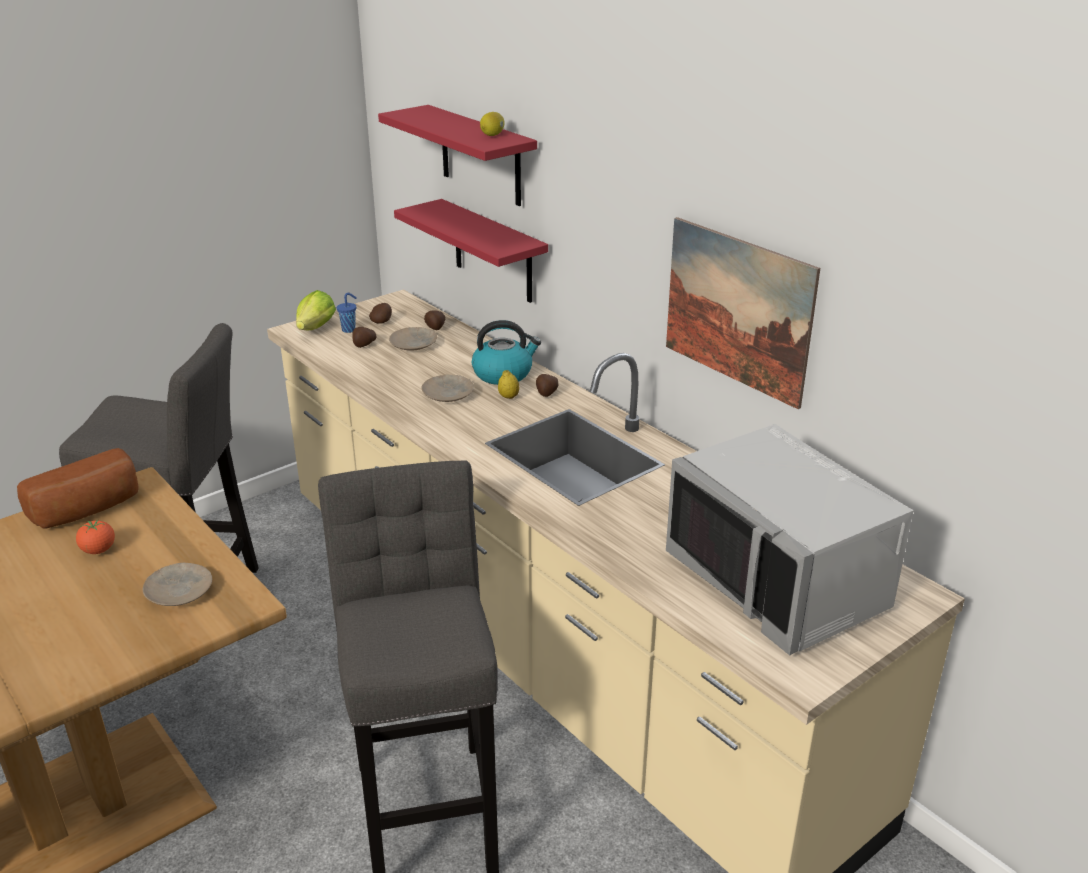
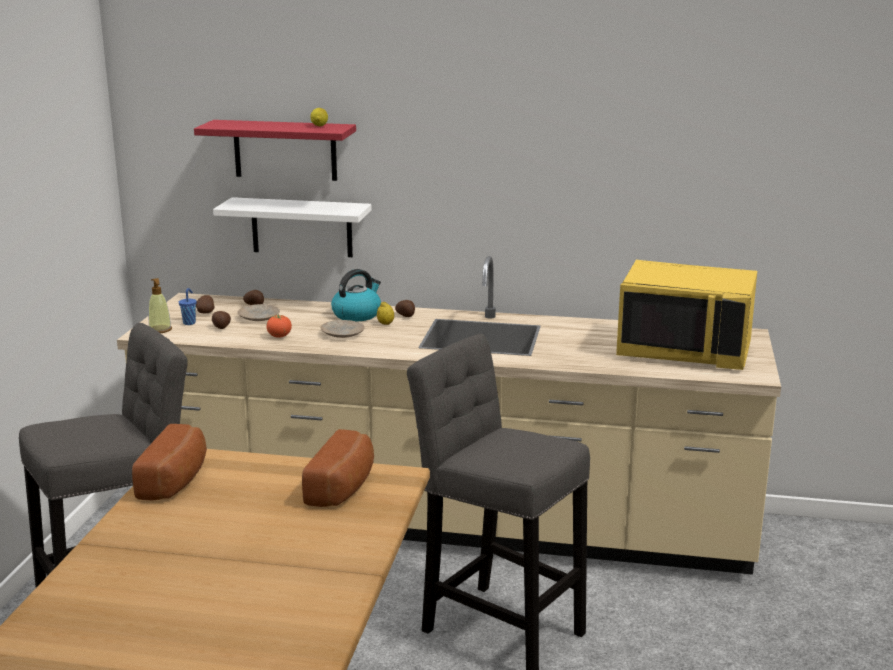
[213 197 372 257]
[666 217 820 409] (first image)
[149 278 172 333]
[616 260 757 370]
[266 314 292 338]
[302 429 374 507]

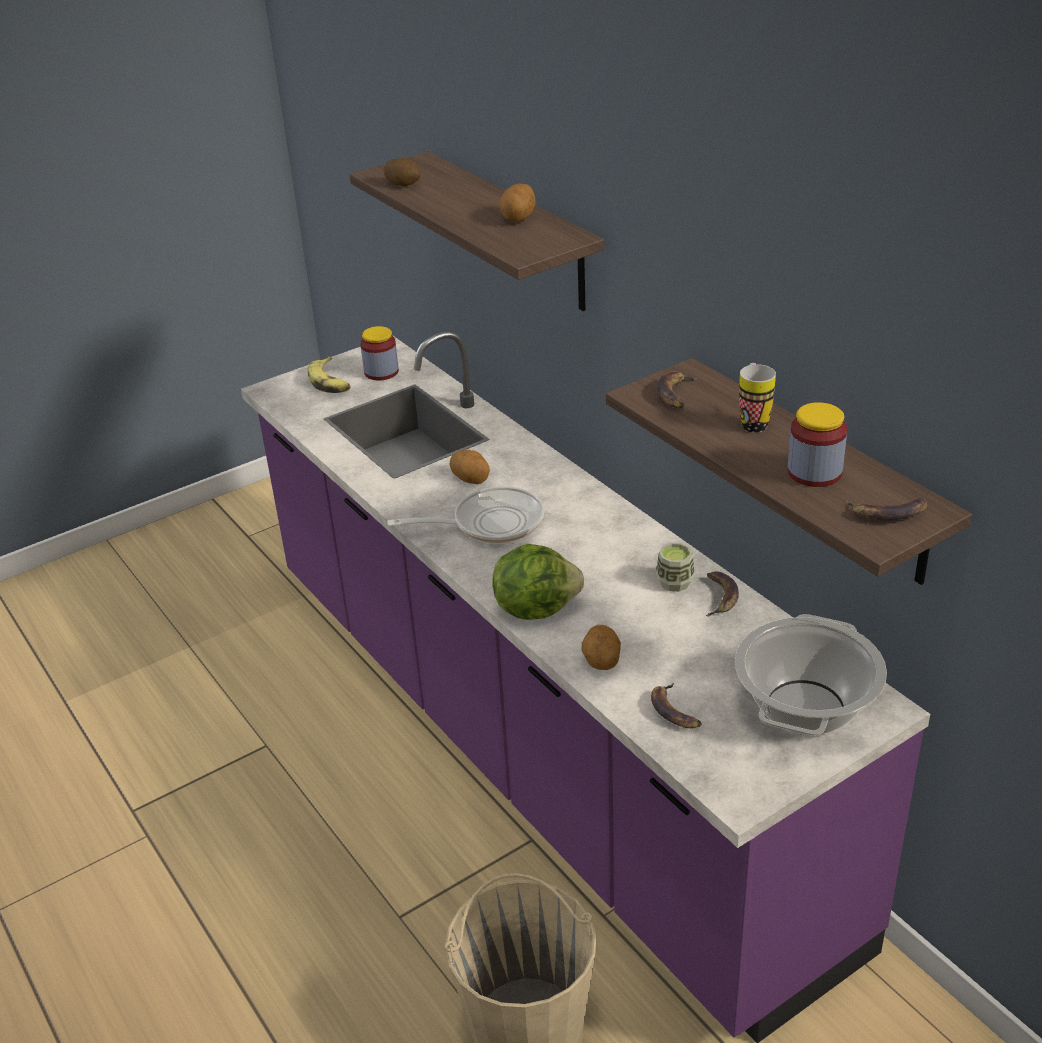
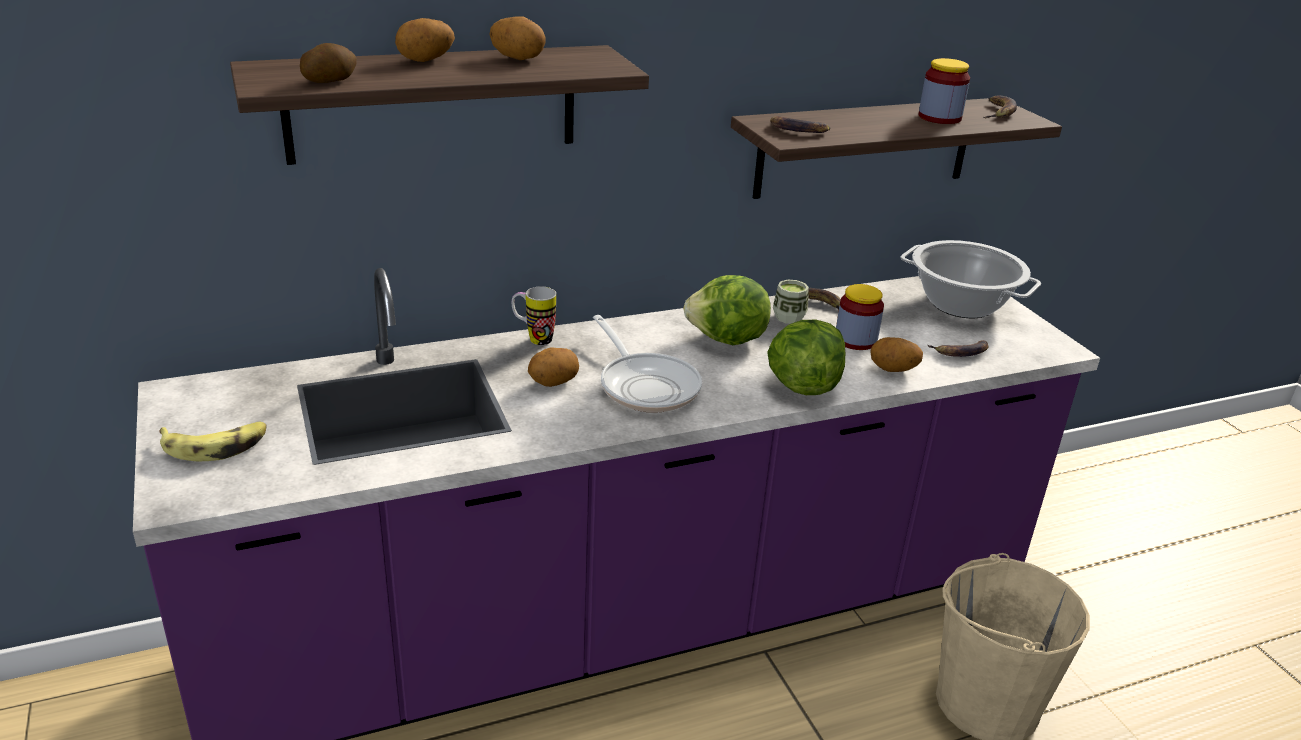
[836 284 884 350]
[512 286 556 345]
[593 315 702 413]
[395 18 455 62]
[683 275 771 345]

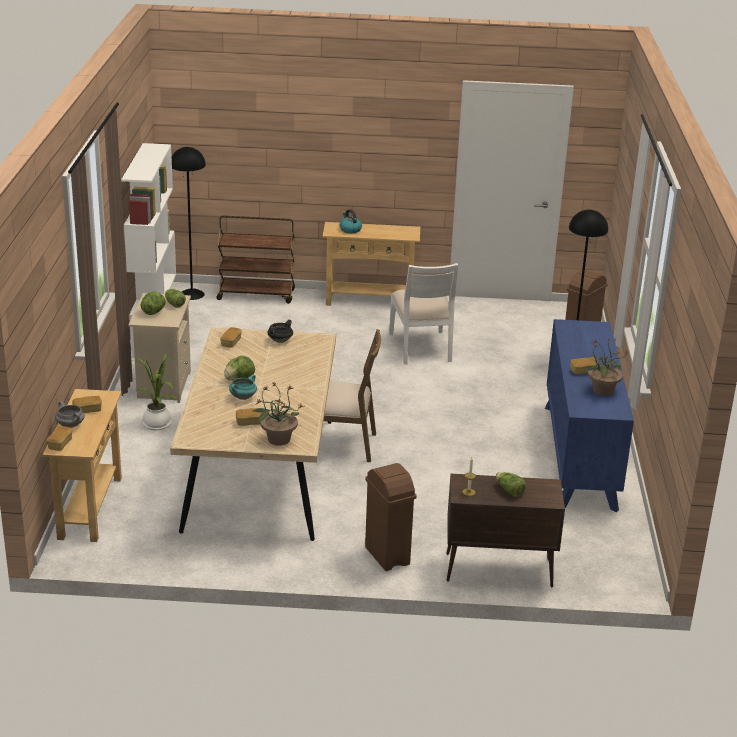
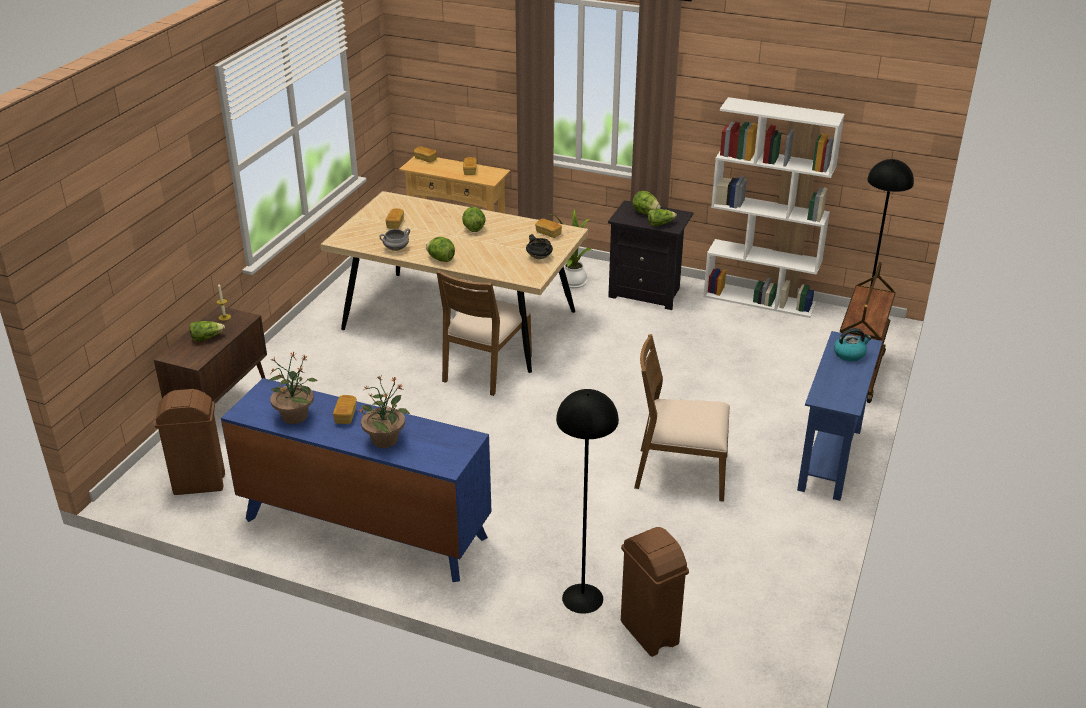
[797 331 882 501]
[634 334 730 502]
[608 200 693 310]
[229 374 257 400] (first image)
[359 376 410 448]
[380 228 410 251]
[155 389 225 495]
[426 237 455 262]

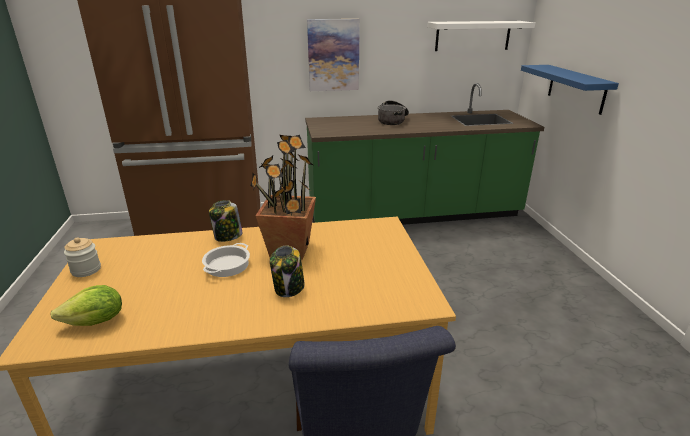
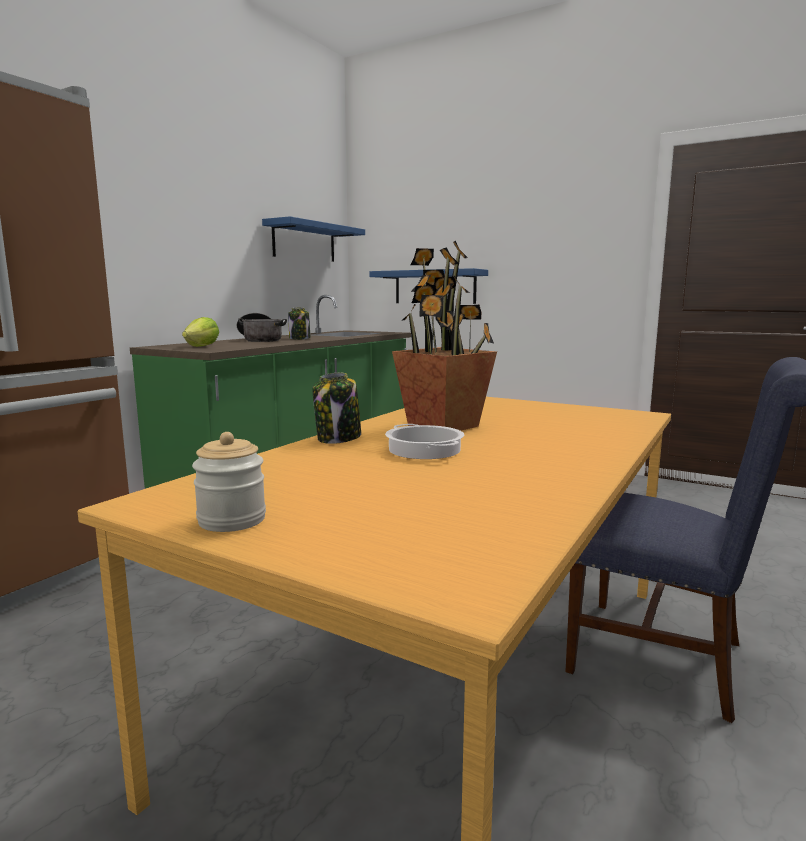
[307 19 360 91] (first image)
[262 216 365 262]
[288 308 310 340]
[182 317 219 347]

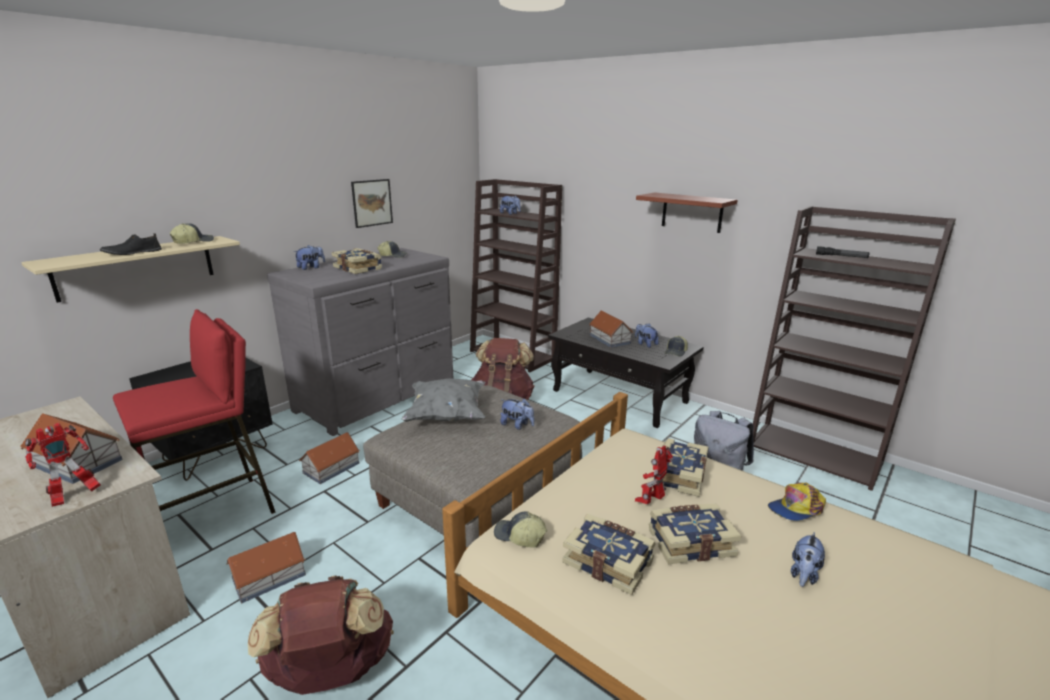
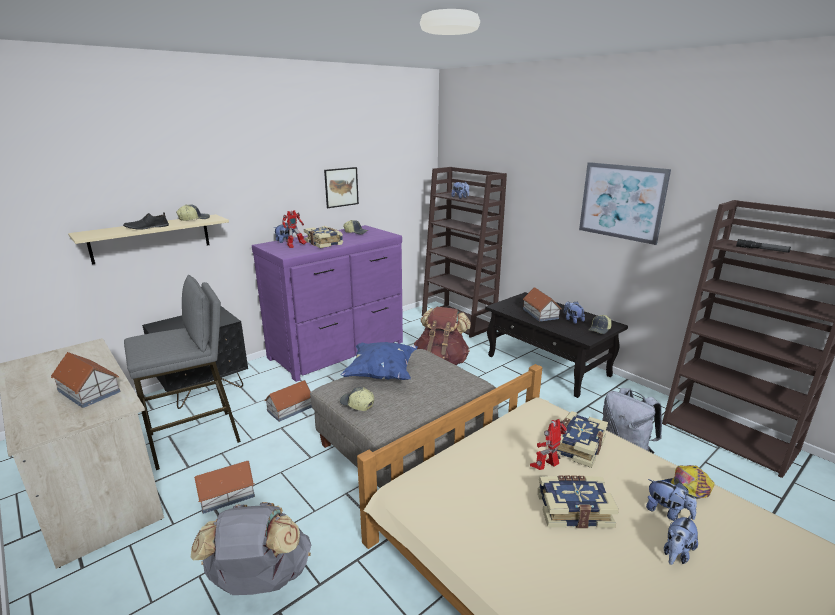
[579 162 671 245]
[252 225 403 382]
[124 275 241 470]
[341 342 418 380]
[646 479 697 521]
[282 210 307 248]
[340 387 374 411]
[562 514 655 595] (first image)
[191 502 311 595]

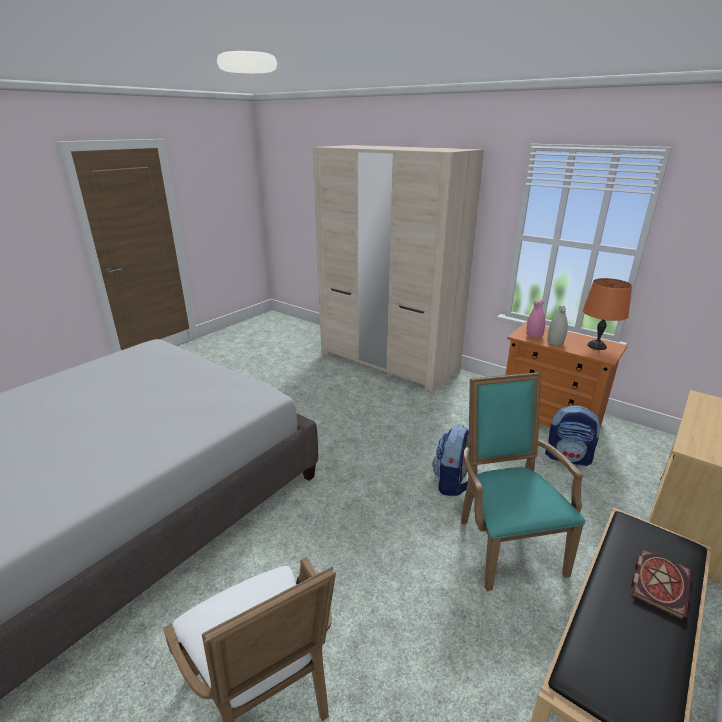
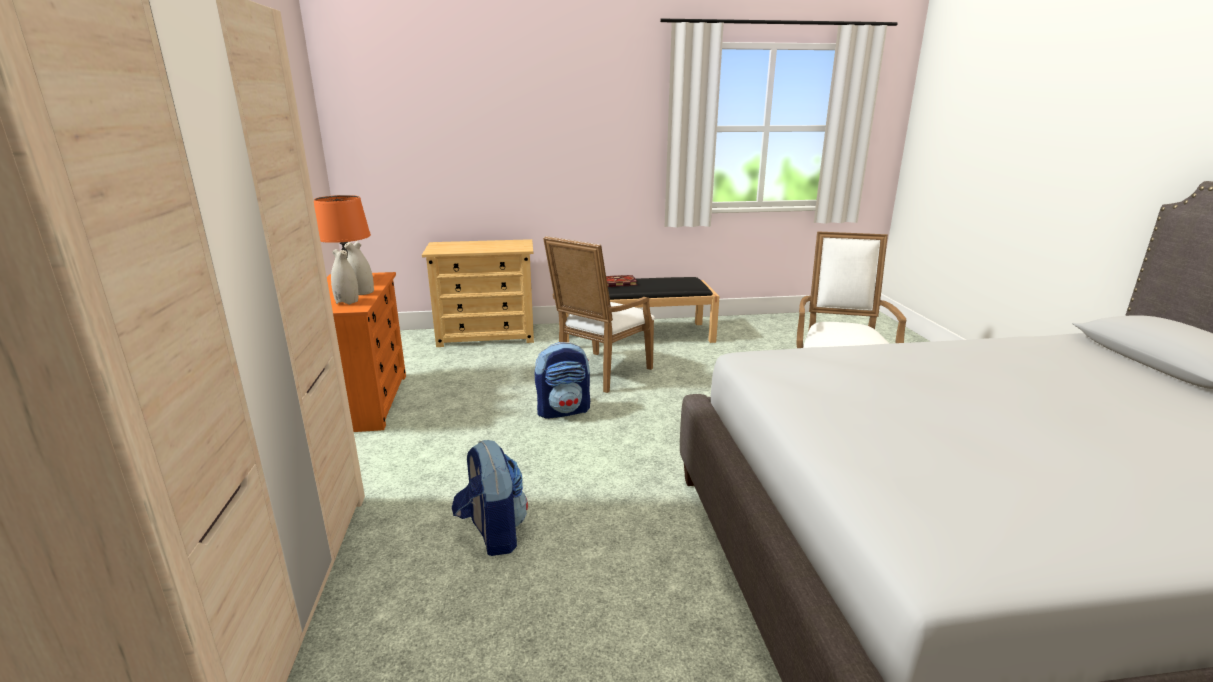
[331 249 358 305]
[543 236 655 393]
[452 440 528 556]

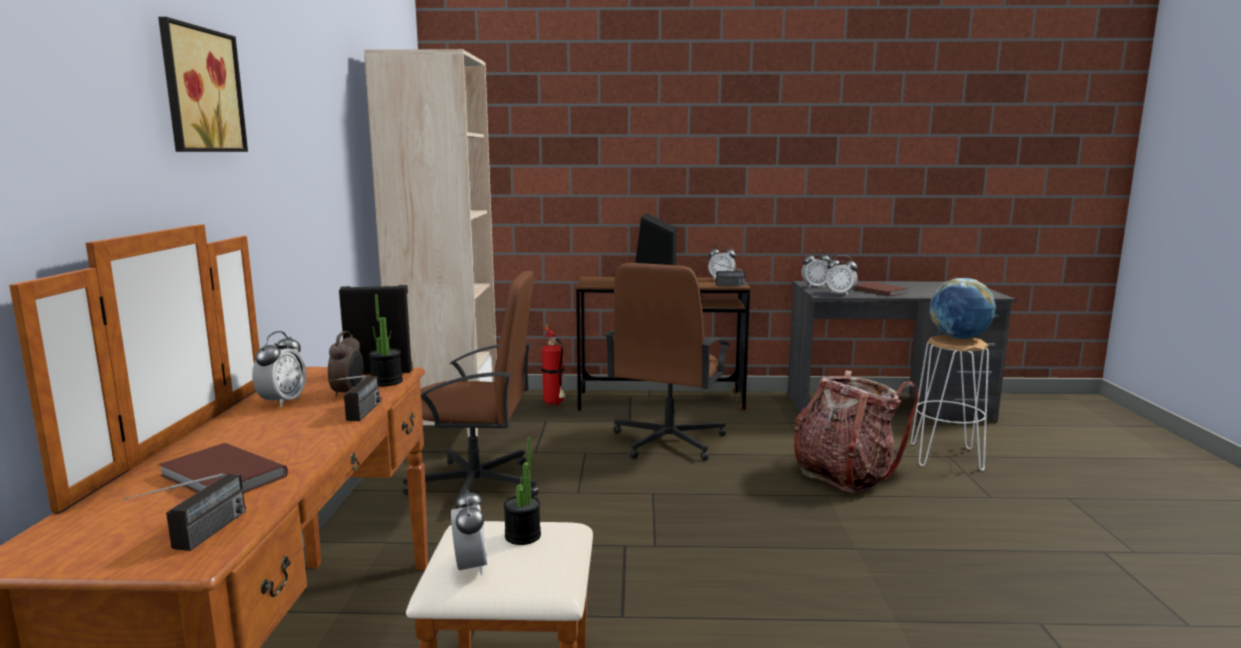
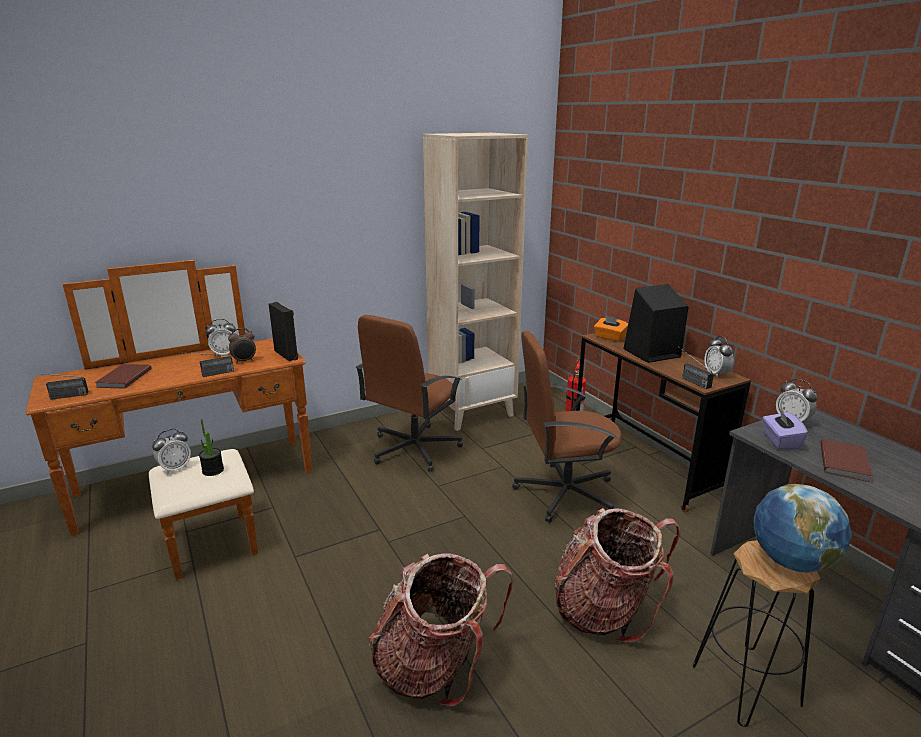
[158 17 248 152] (first image)
[763 409 808 450]
[356 315 463 472]
[369 294 403 386] (first image)
[693 540 821 727]
[594 315 628 342]
[369 553 514 707]

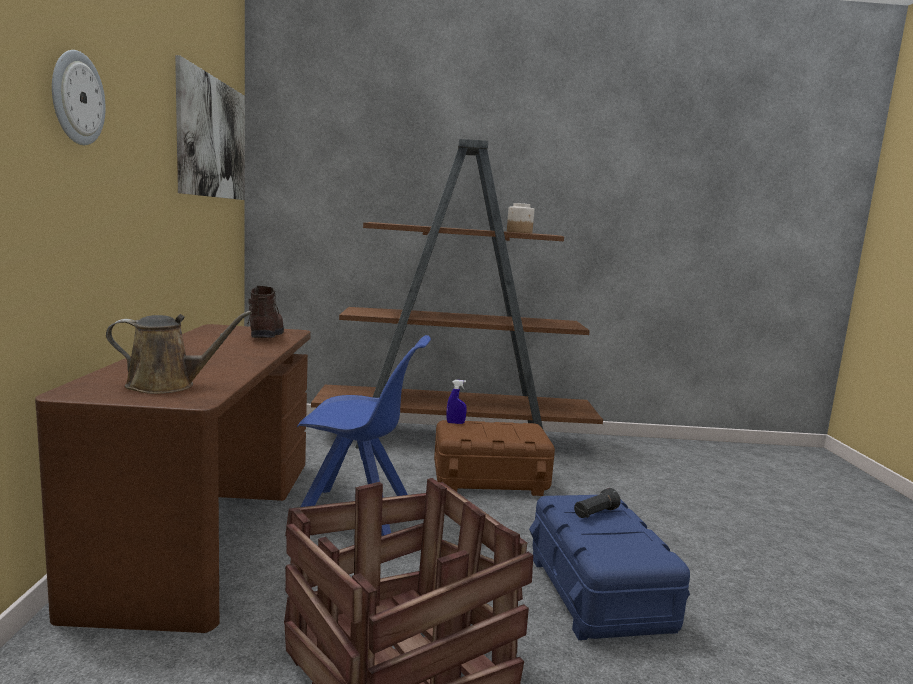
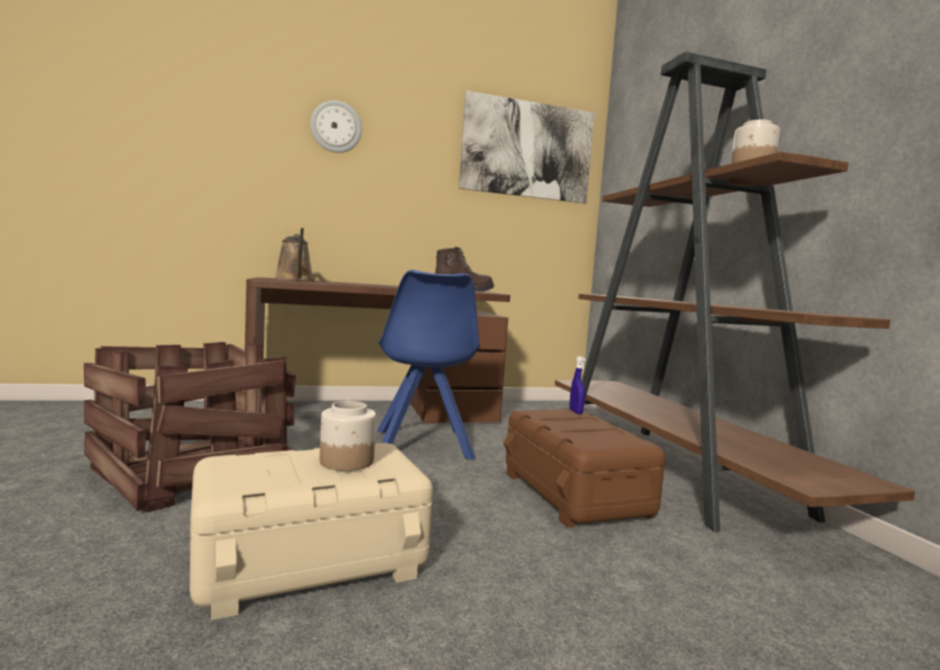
[320 401 376 471]
[190 443 433 620]

